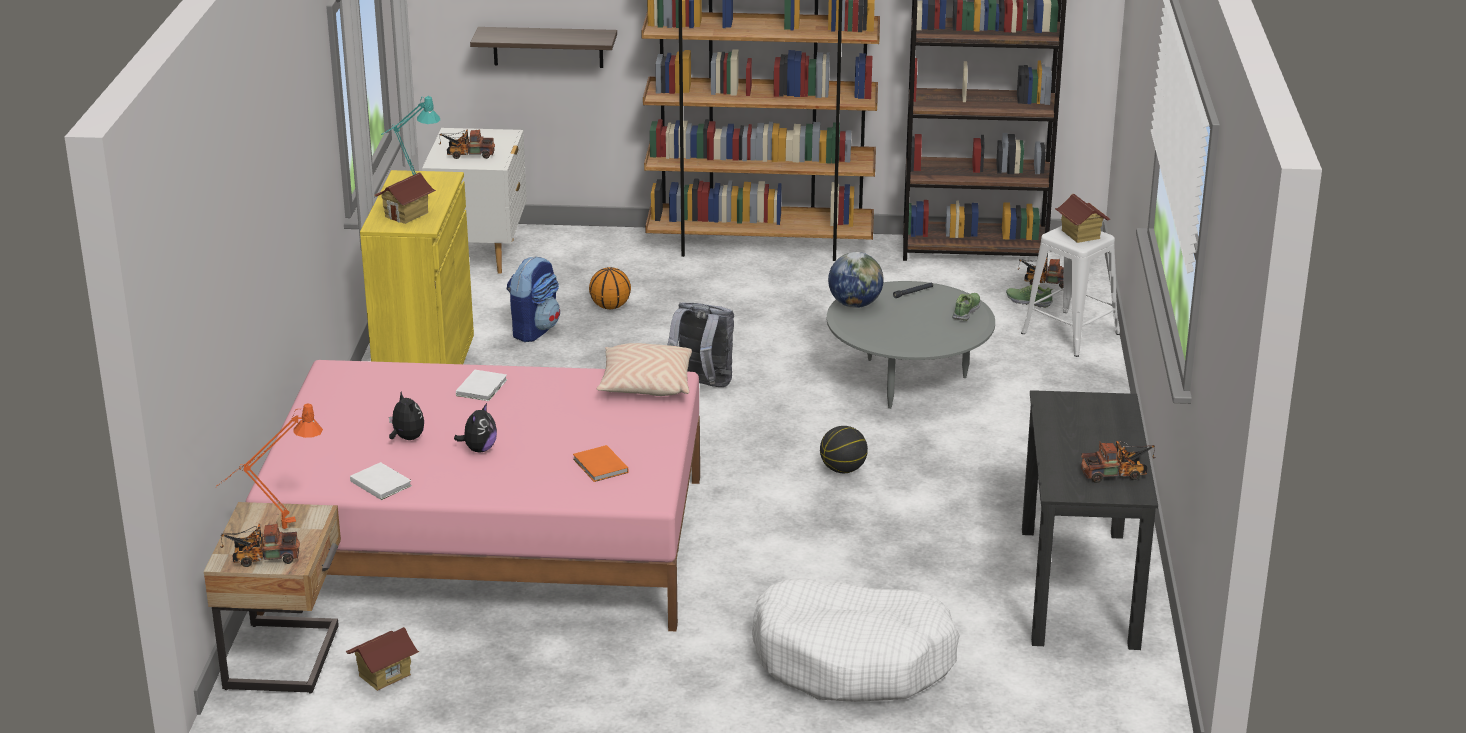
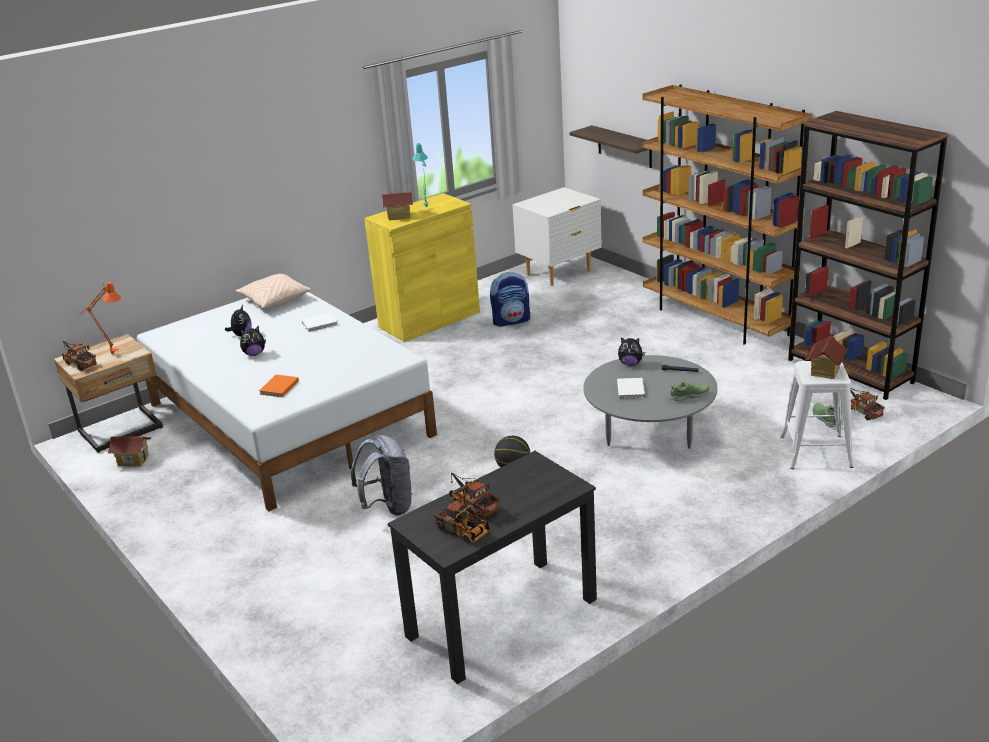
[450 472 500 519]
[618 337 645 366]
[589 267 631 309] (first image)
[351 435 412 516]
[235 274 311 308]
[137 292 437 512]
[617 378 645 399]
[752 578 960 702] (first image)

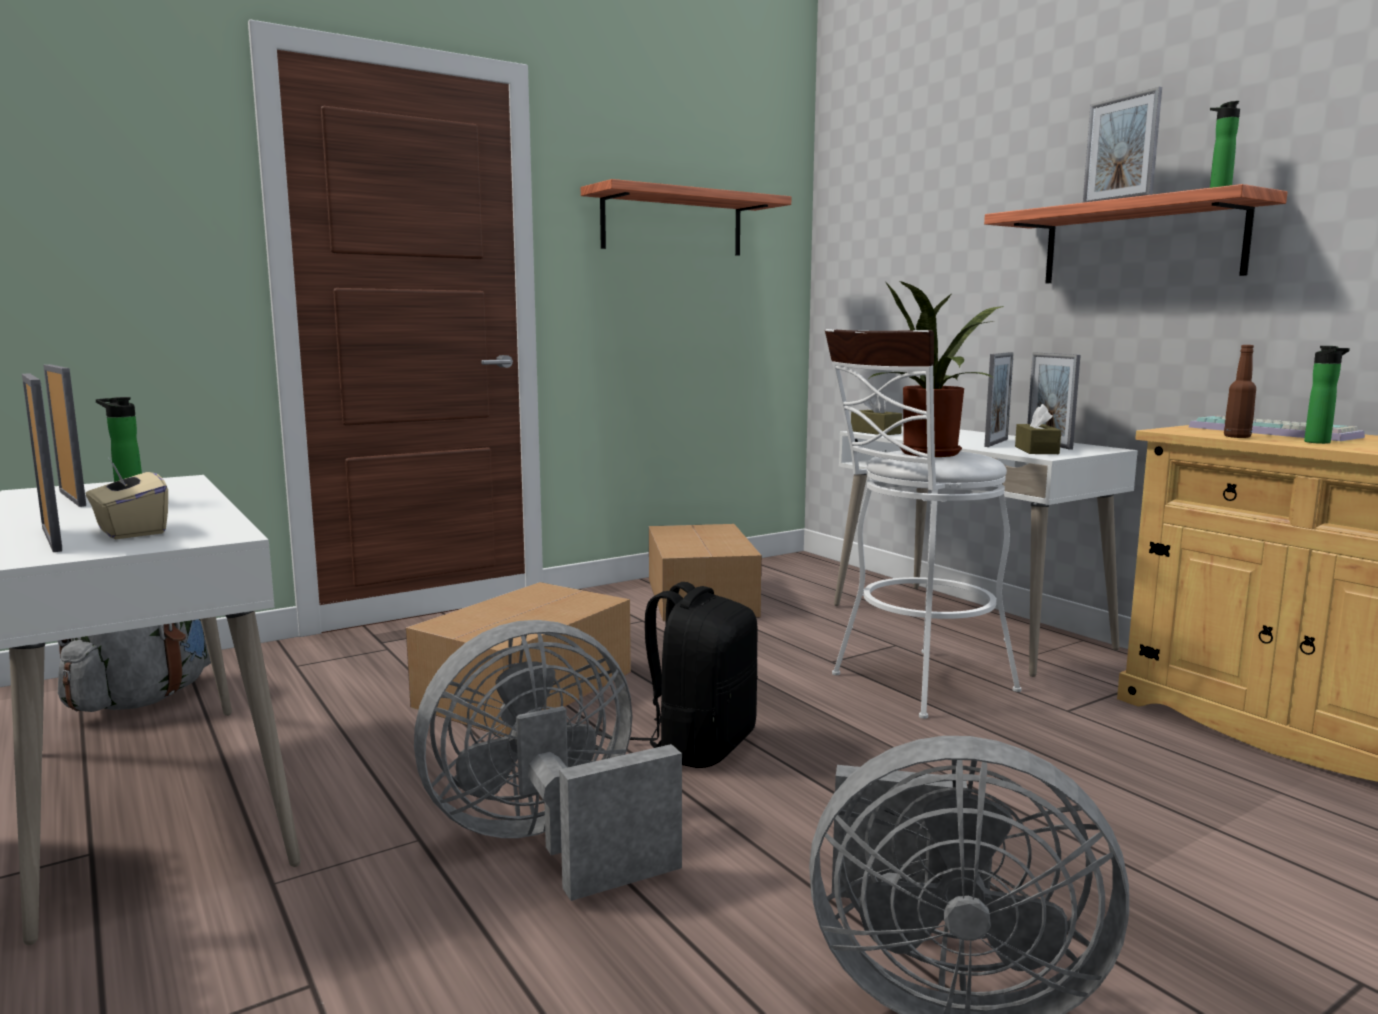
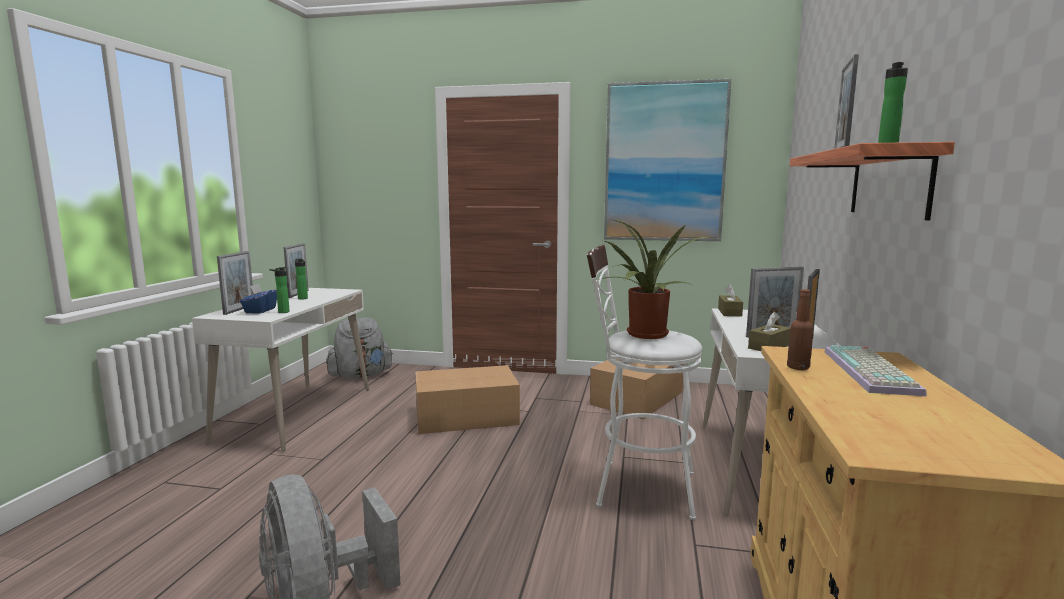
[604 79 732 241]
[270 267 290 313]
[240 284 277 314]
[630 582 758 768] (first image)
[414 620 682 901] (first image)

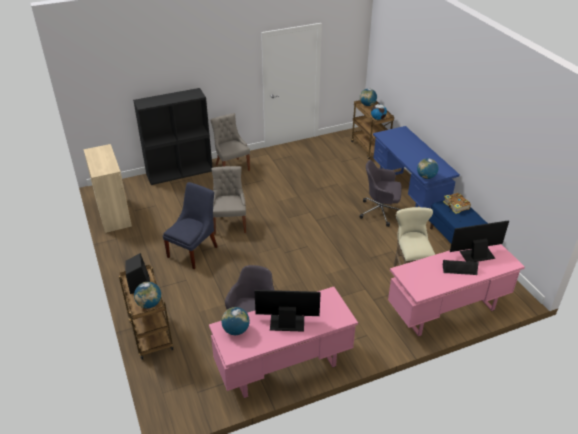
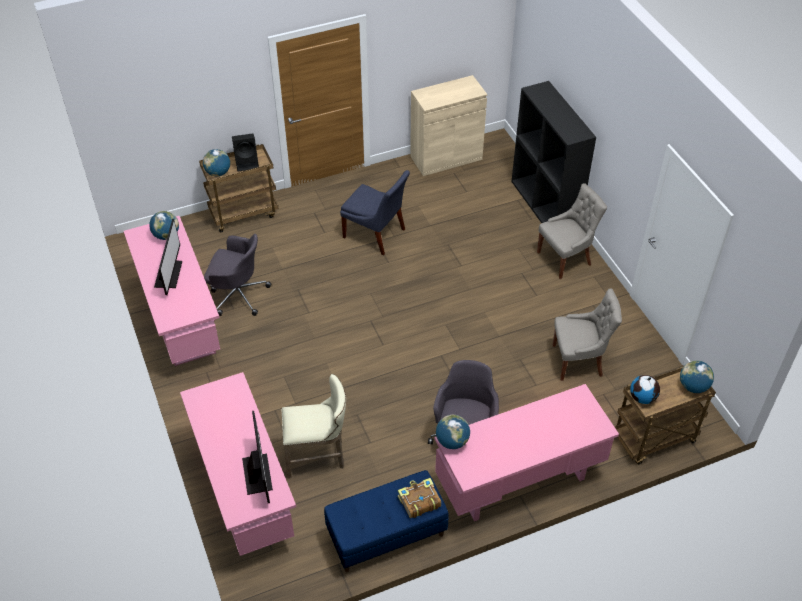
[435 384 619 521]
[553 288 622 381]
[443 260 479 275] (first image)

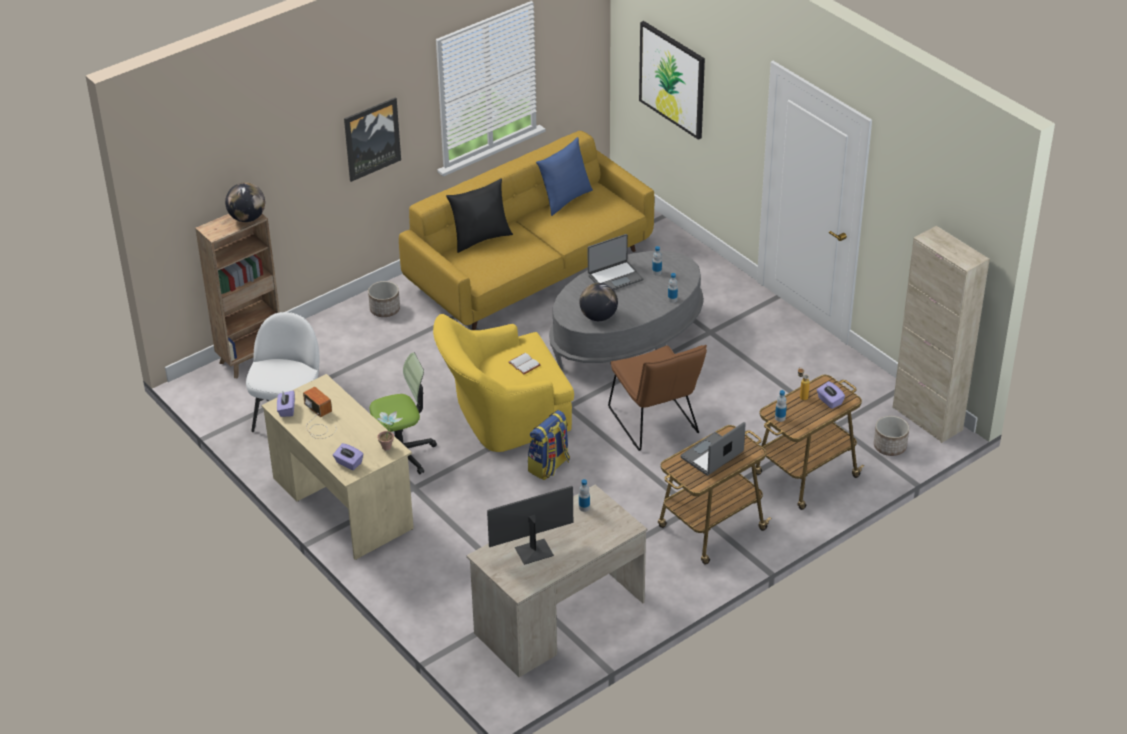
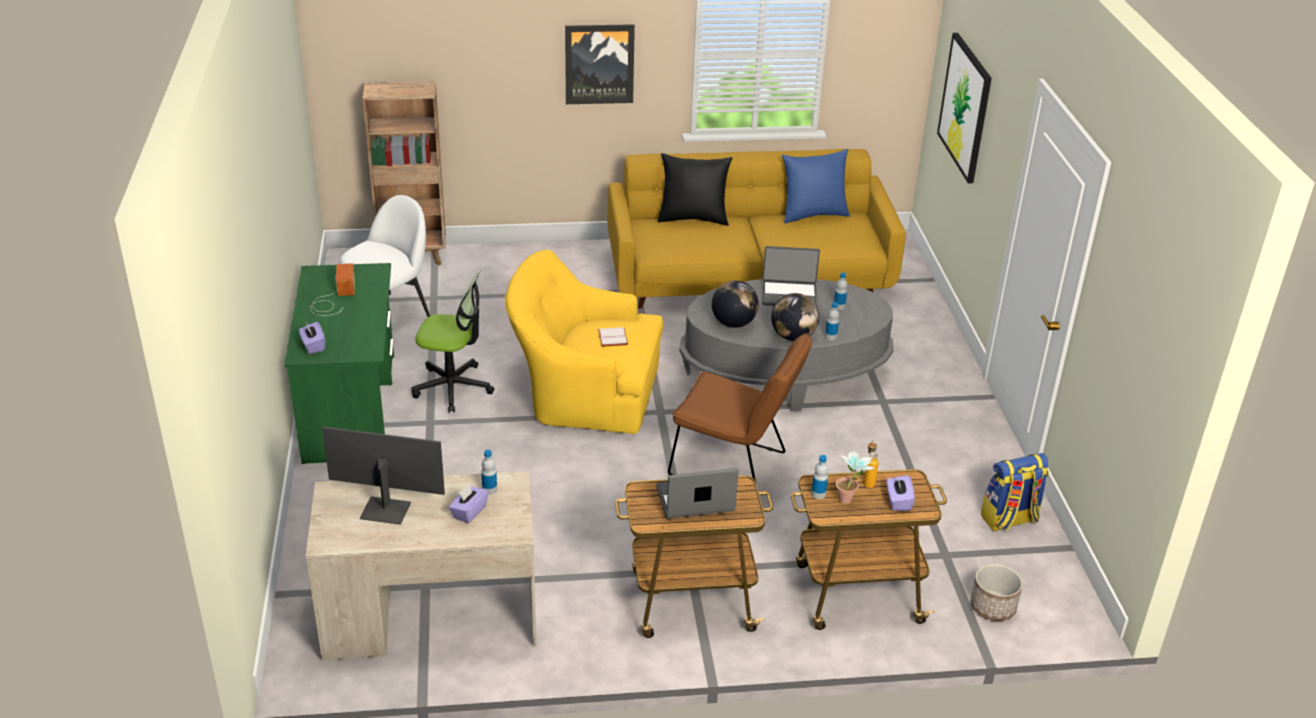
[771 293 819 341]
[893 226 990 443] (first image)
[368 281 400 317] (first image)
[668 333 812 482]
[284 263 394 464]
[448 484 488 523]
[981 453 1049 531]
[836 451 876 504]

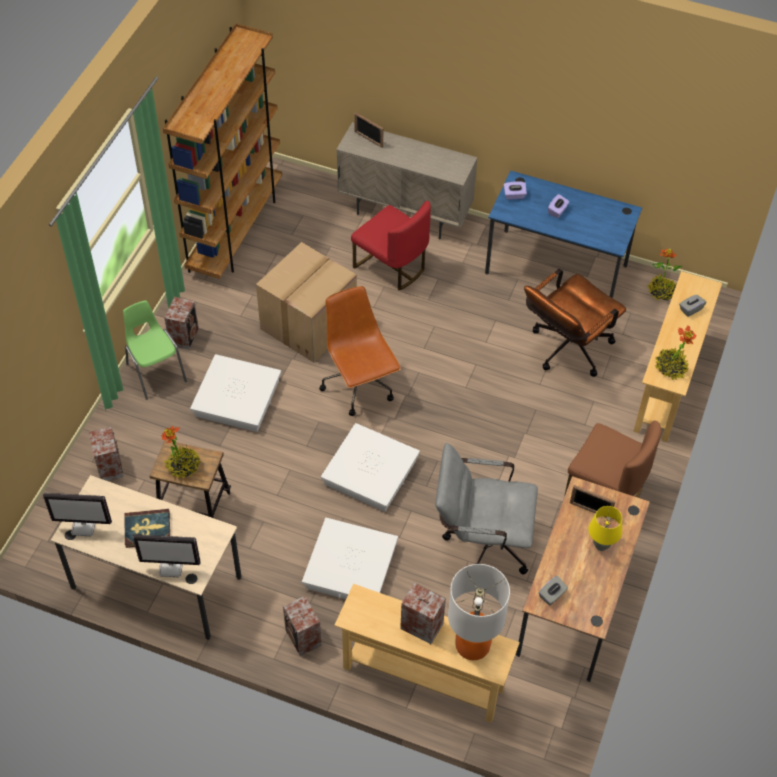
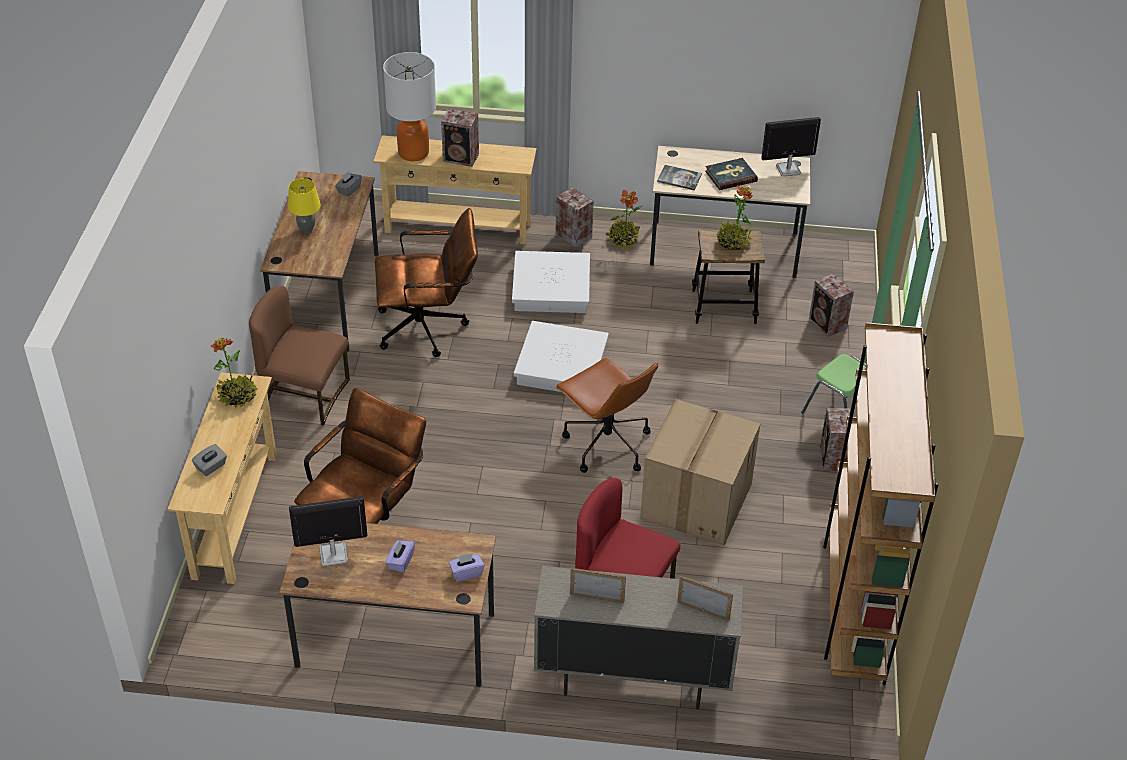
[279 523 496 687]
[605 189 642 250]
[190 354 281 432] (first image)
[375 208 478 357]
[570 568 626 603]
[289 496 368 566]
[657 165 702 190]

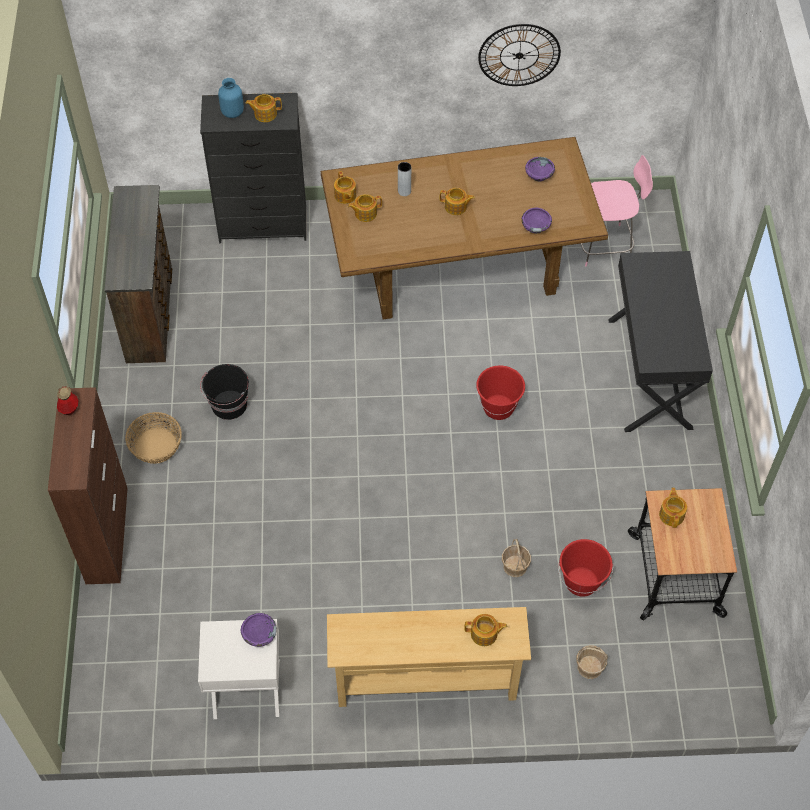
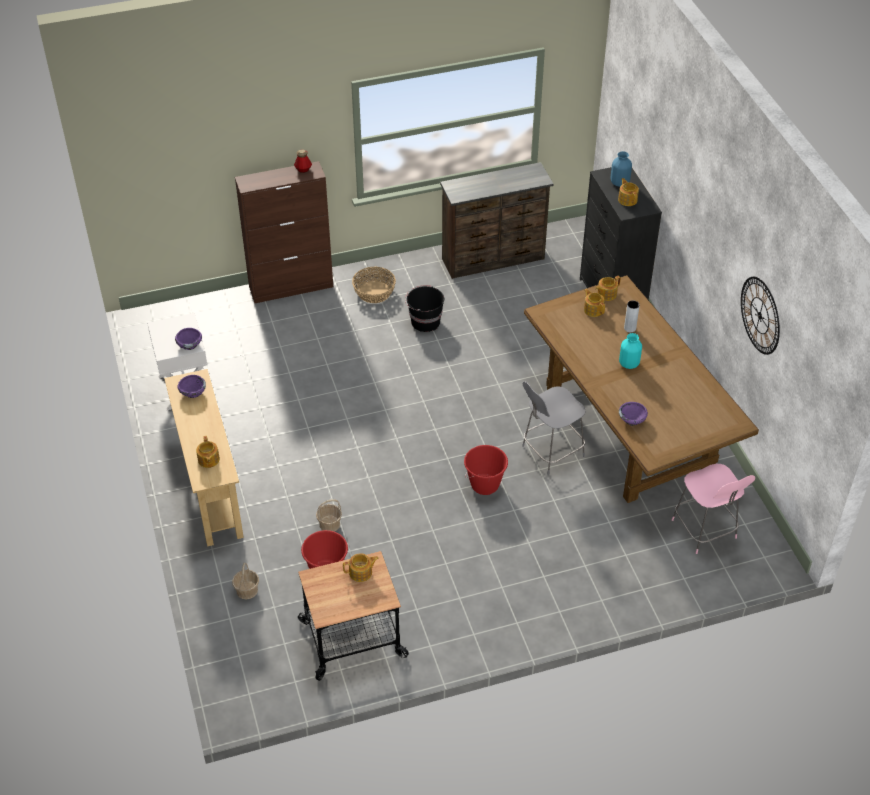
[178 375 206 398]
[619 333 642 369]
[608 251 713 432] (first image)
[522 382 586 475]

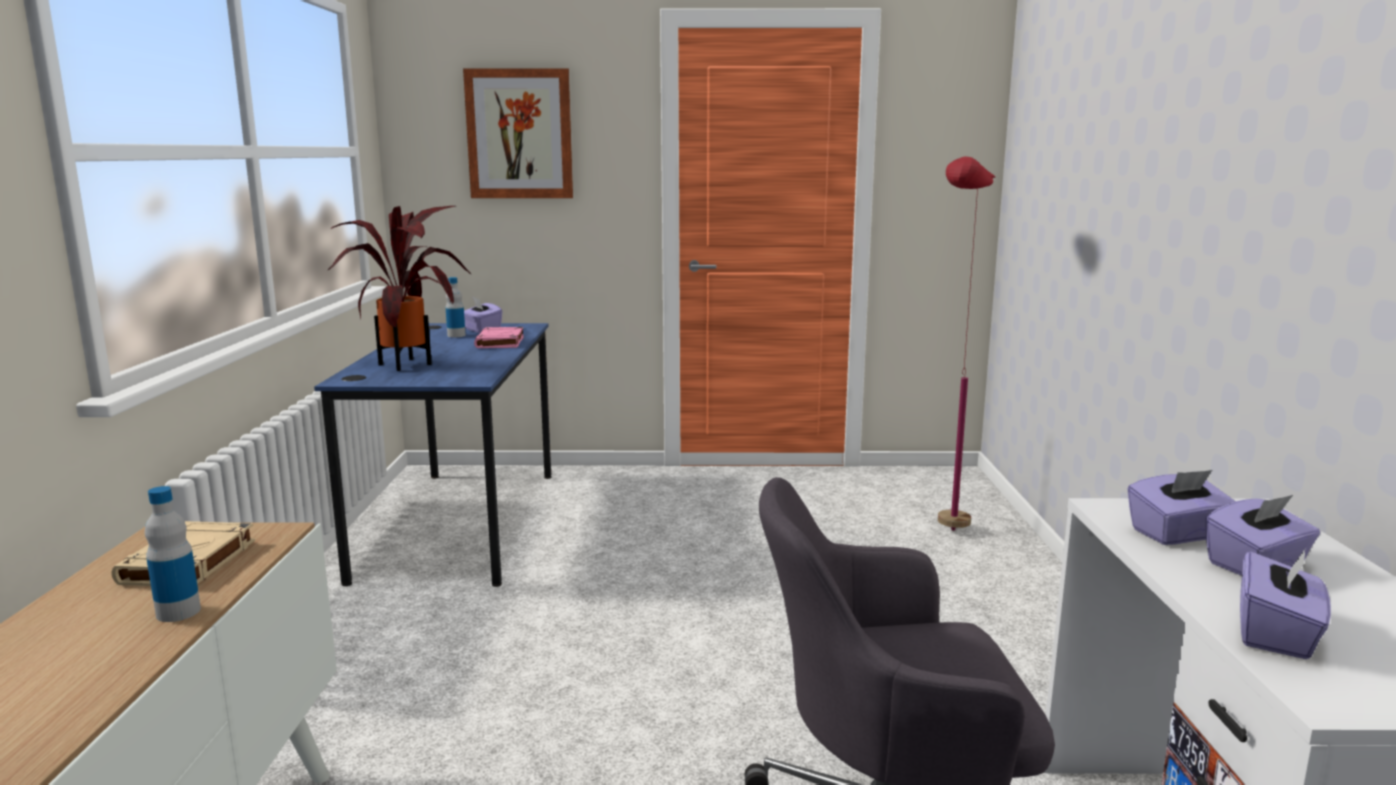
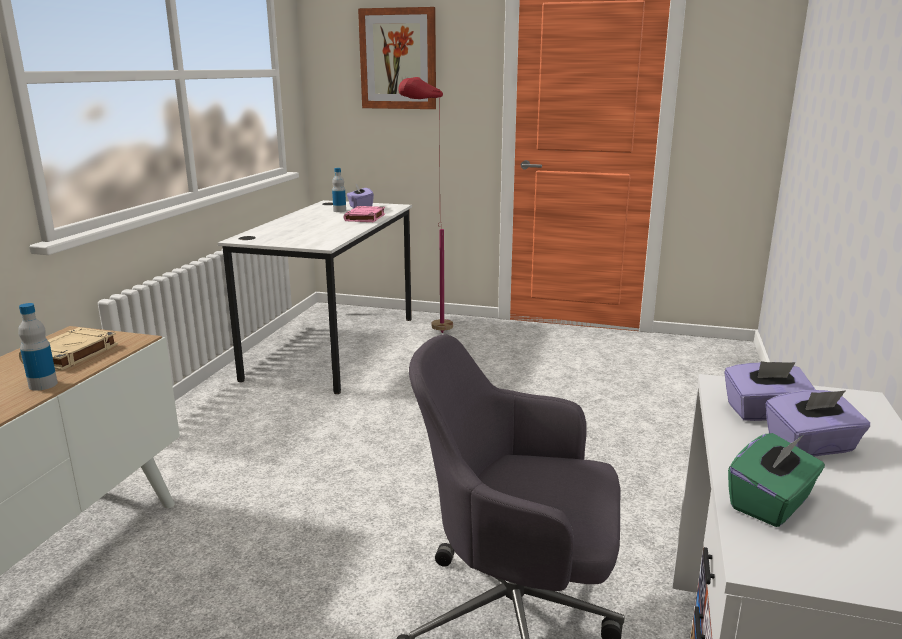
[399 77 453 333]
[327 206 471 371] (first image)
[218 200 412 394]
[728 433 825 527]

